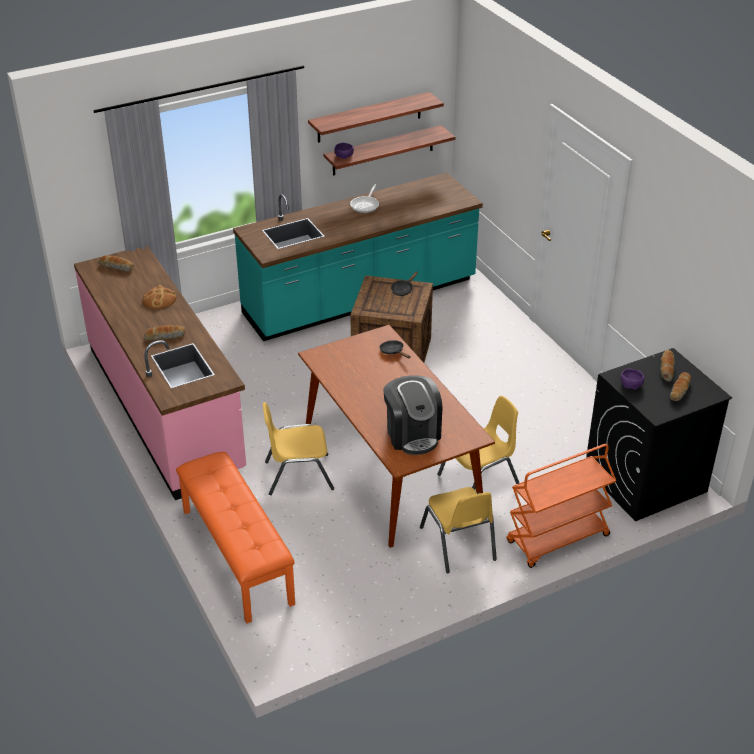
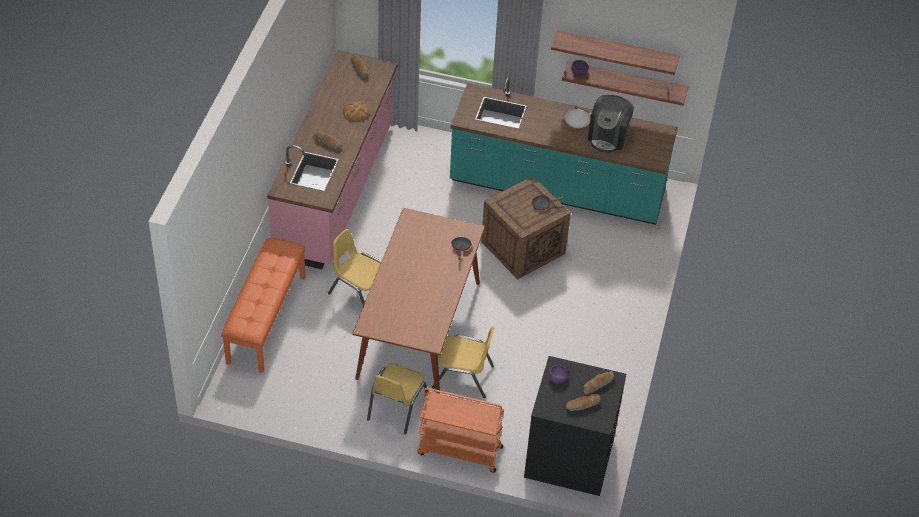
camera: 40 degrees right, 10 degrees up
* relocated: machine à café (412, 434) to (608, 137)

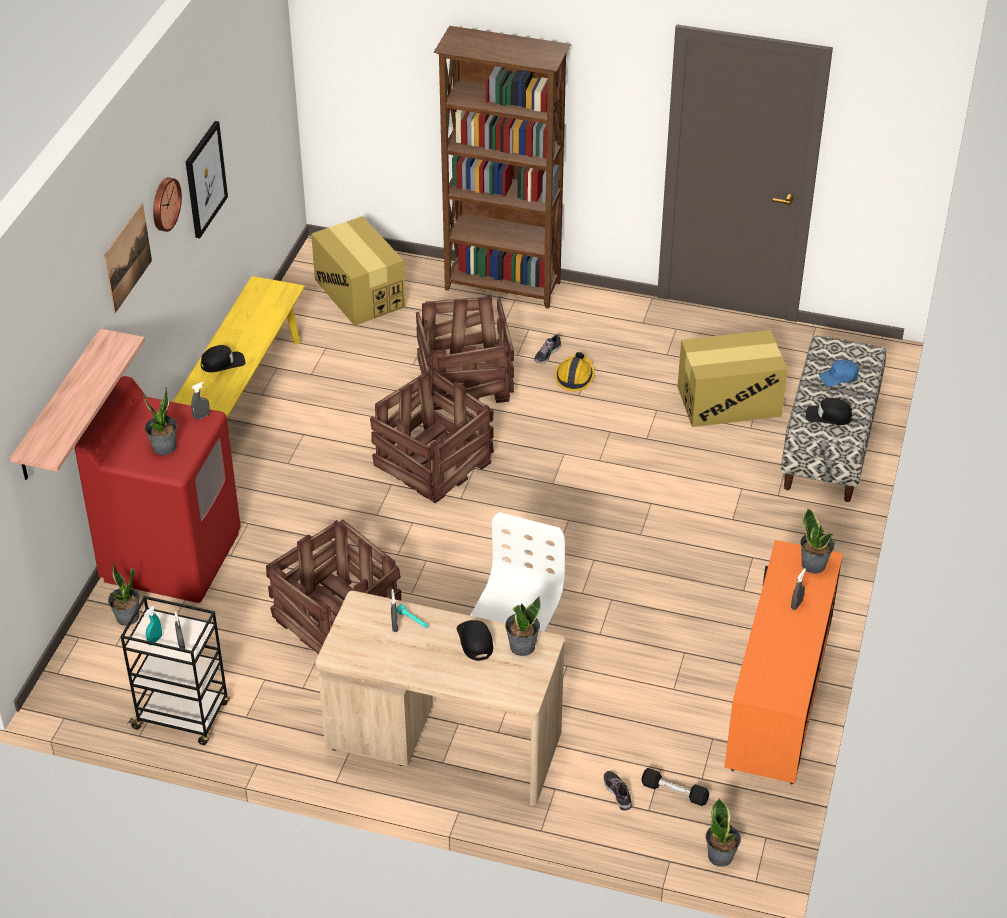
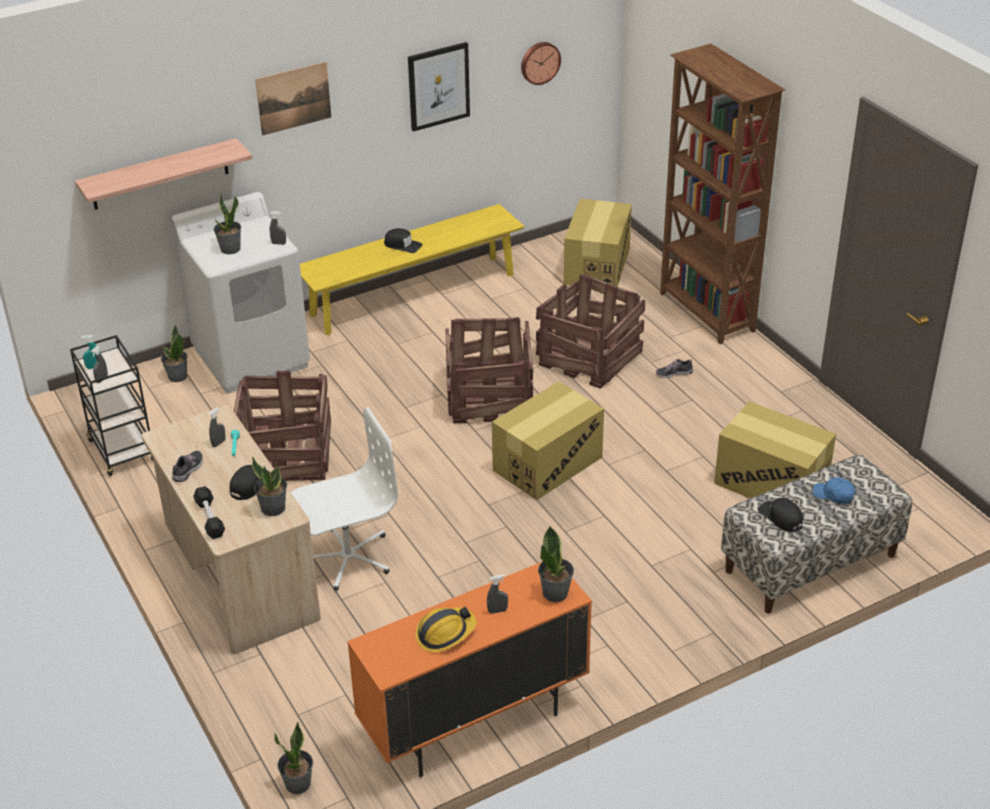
camera: 45 degrees right, 5 degrees down
* colour: lave-linge [rouge] (172, 556) to lave-linge [blanc] (252, 357)
* relocated: horloge murale (164, 204) to (539, 62)
* relocated: casque de chantier (574, 377) to (445, 633)
* relocated: chaussure (618, 793) to (188, 469)
* relocated: haltère [noir] (674, 792) to (210, 518)
* appeared: carton (548, 463)

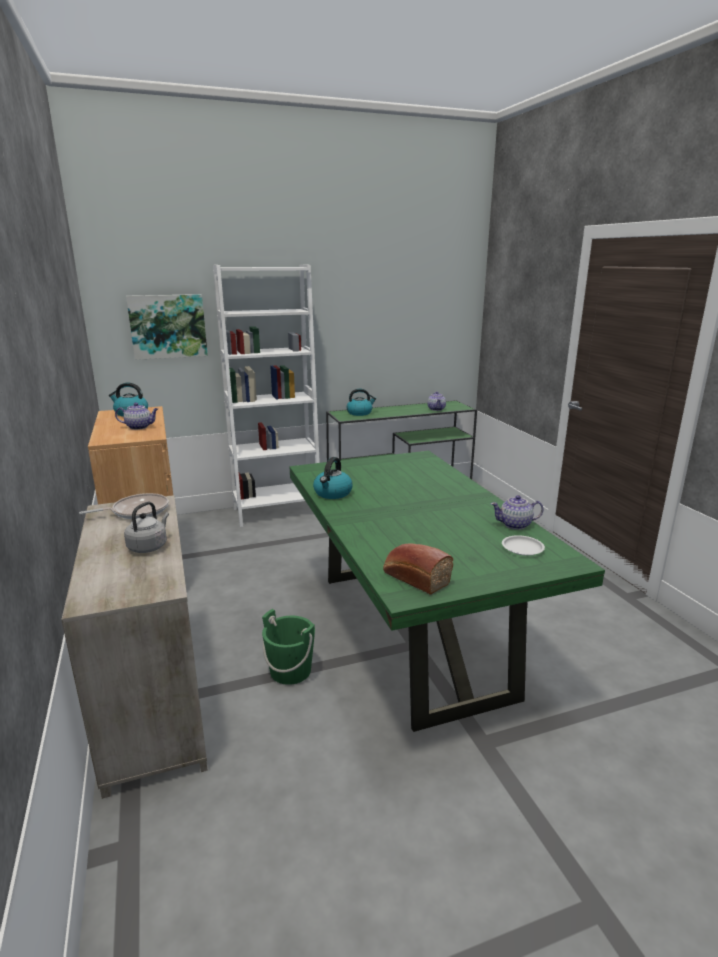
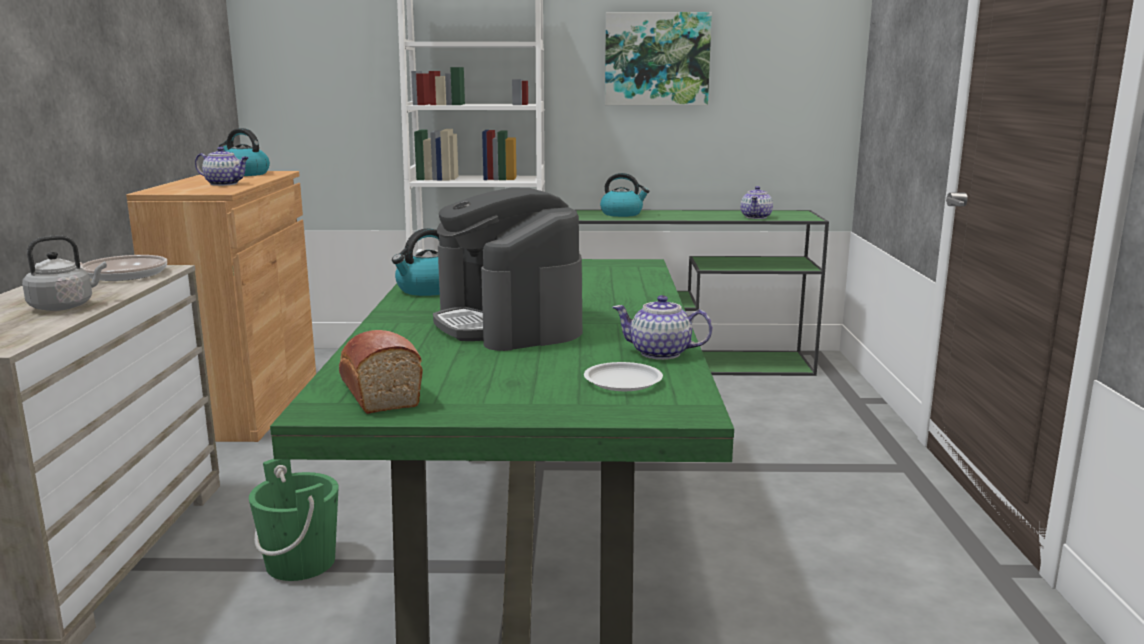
camera: 20 degrees right, 5 degrees down
* relocated: tableau (168, 326) to (656, 59)
* appeared: machine à café (508, 324)

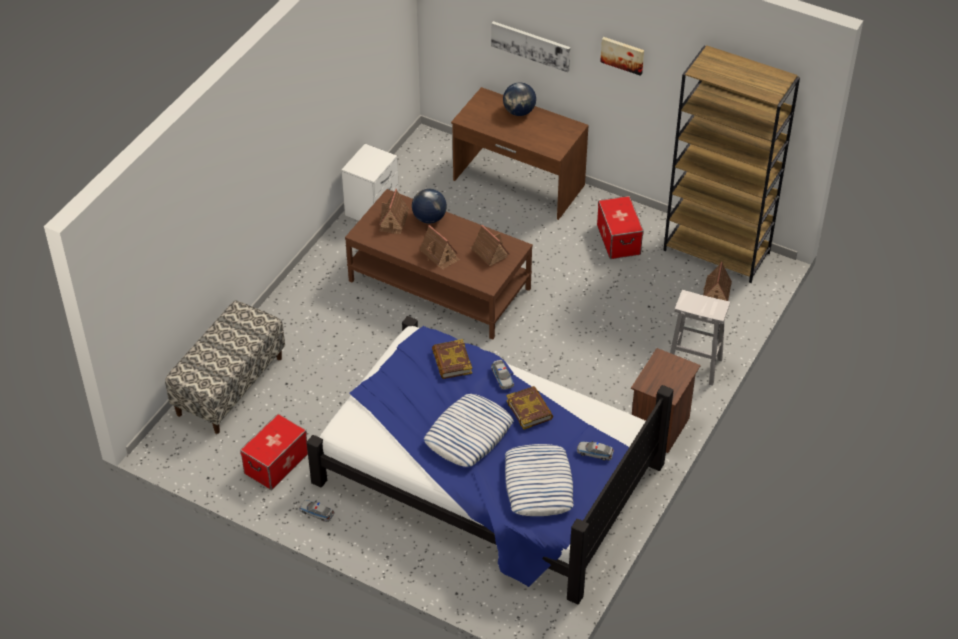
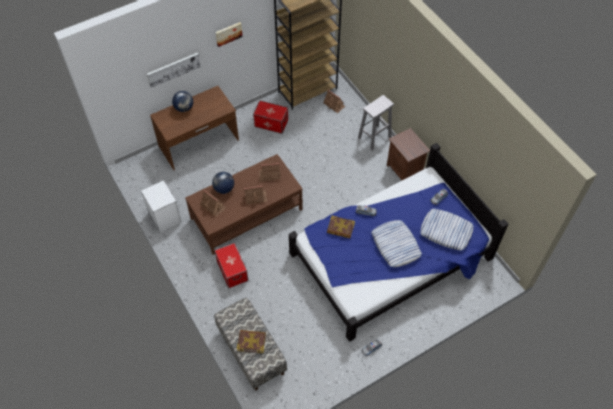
camera: 60 degrees left, 10 degrees up
* relocated: boîte de rangement (276, 463) to (232, 270)
* relocated: livre (529, 410) to (251, 342)

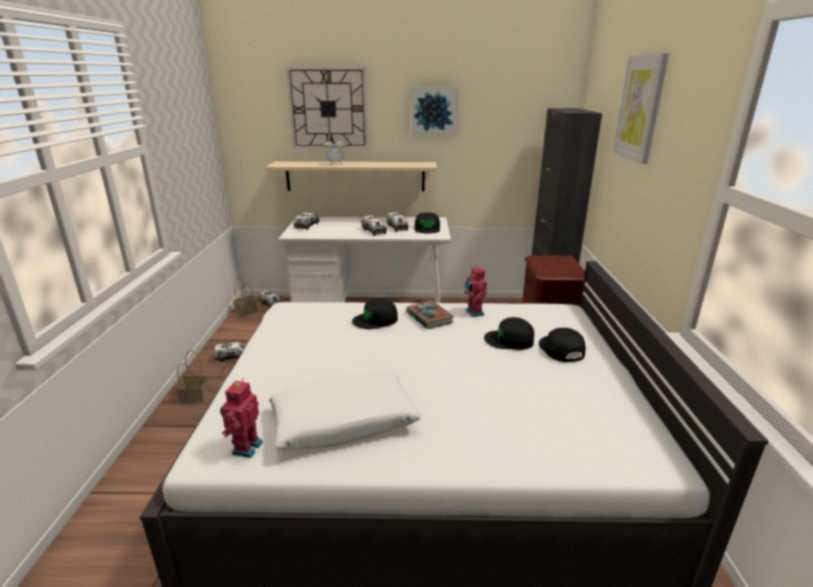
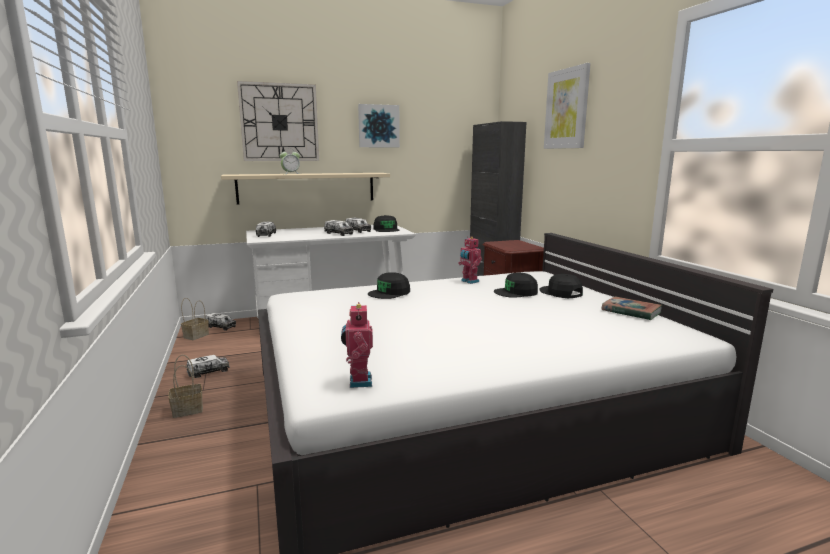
camera: 20 degrees left, 10 degrees down
* missing: coussin [blanc] (343, 422)
* relocated: livre (429, 317) to (631, 312)

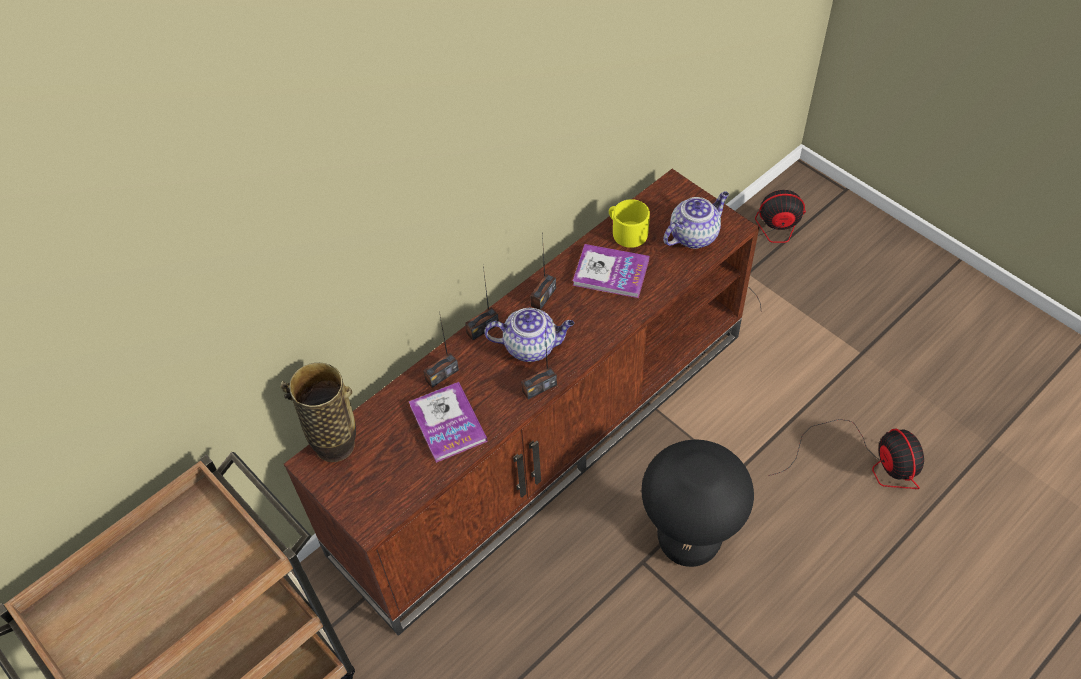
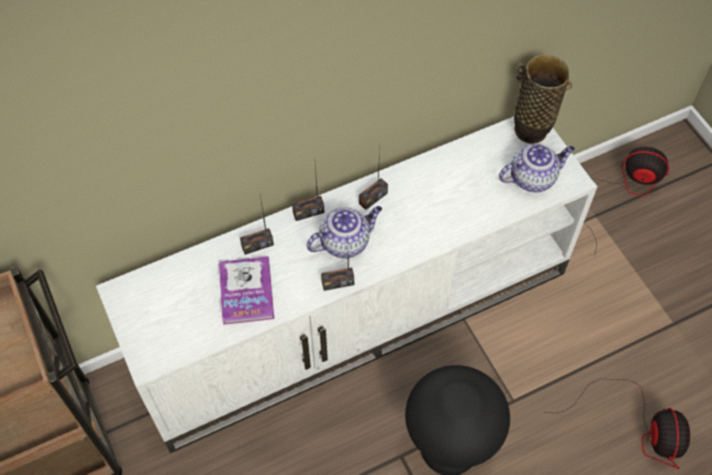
camera: 15 degrees right, 5 degrees up
* relocated: vase (335, 445) to (530, 131)
* colour: meuble télé [marron] (544, 436) to meuble télé [blanc] (355, 314)
* spun: théière (531, 346) = (345, 241) 45 degrees counterclockwise
* missing: livre (611, 272)
* missing: mug [jaune] (626, 231)

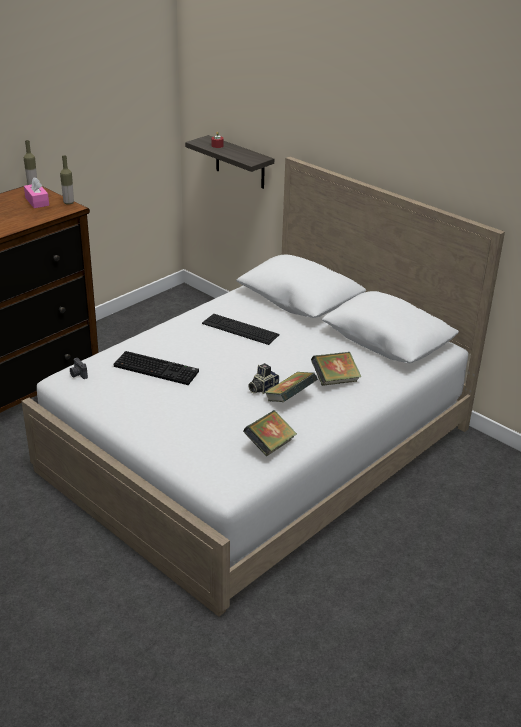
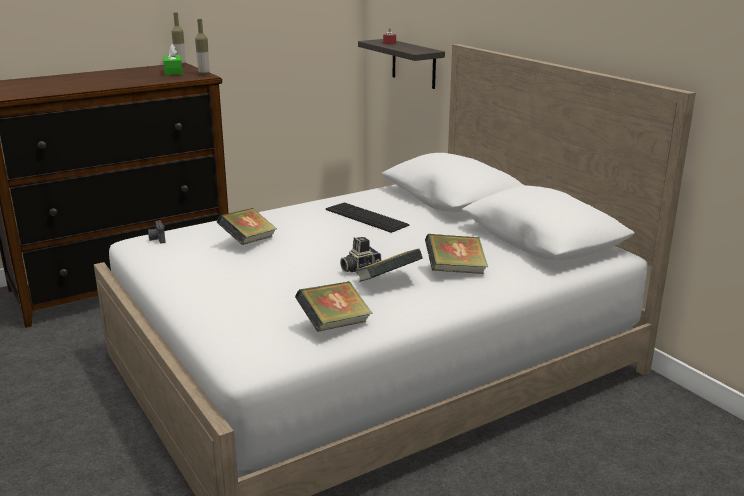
camera: 15 degrees right, 10 degrees down
* colour: boîte à mouchoirs [rose] (37, 201) to boîte à mouchoirs [vert] (173, 72)
* exchanged: clavier (157, 369) to livre (248, 242)

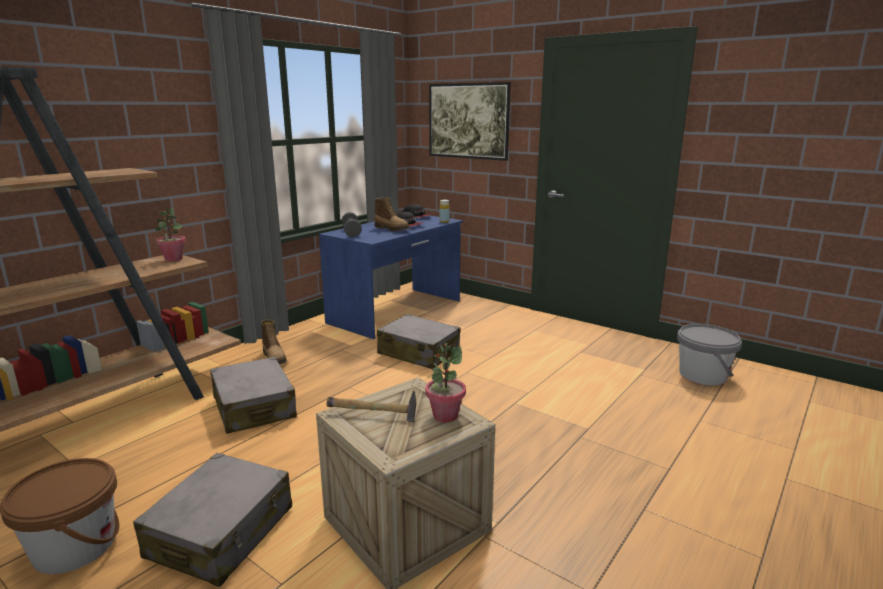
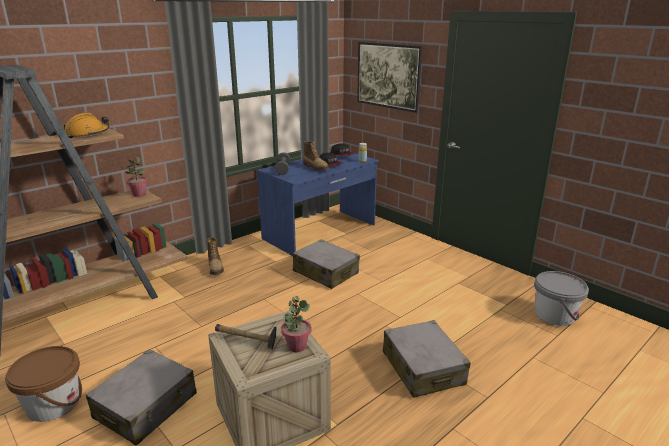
camera: 10 degrees right, 5 degrees up
* relocated: valise [gris] (254, 407) to (423, 368)
* appeared: casque de chantier [orange] (87, 134)

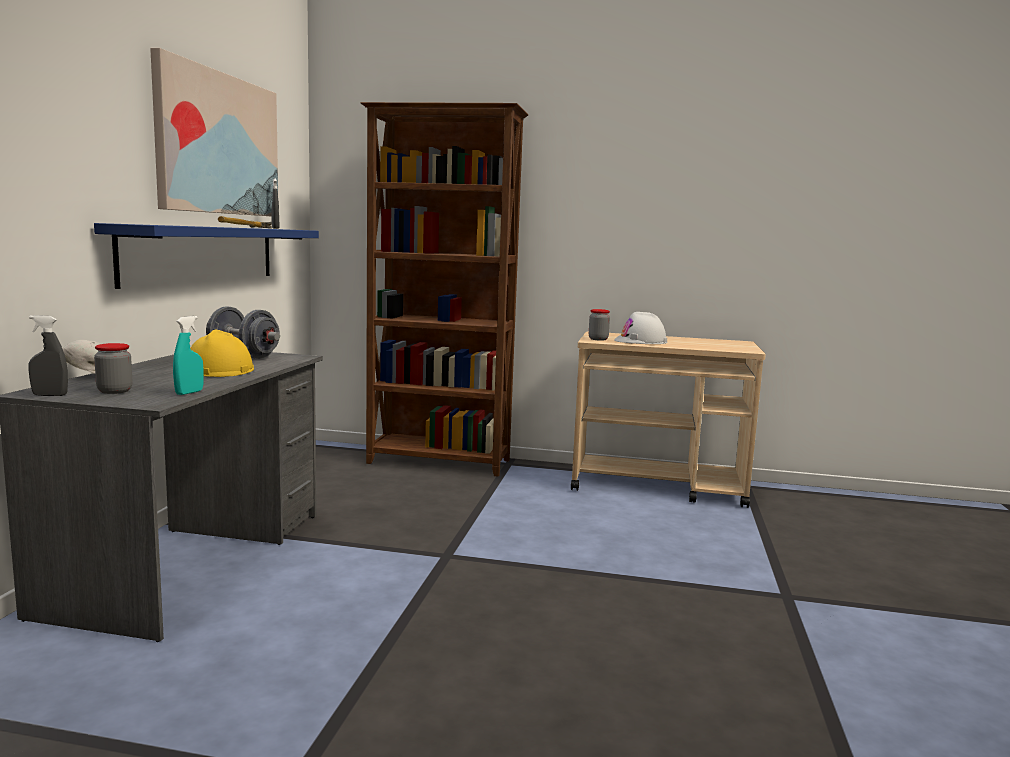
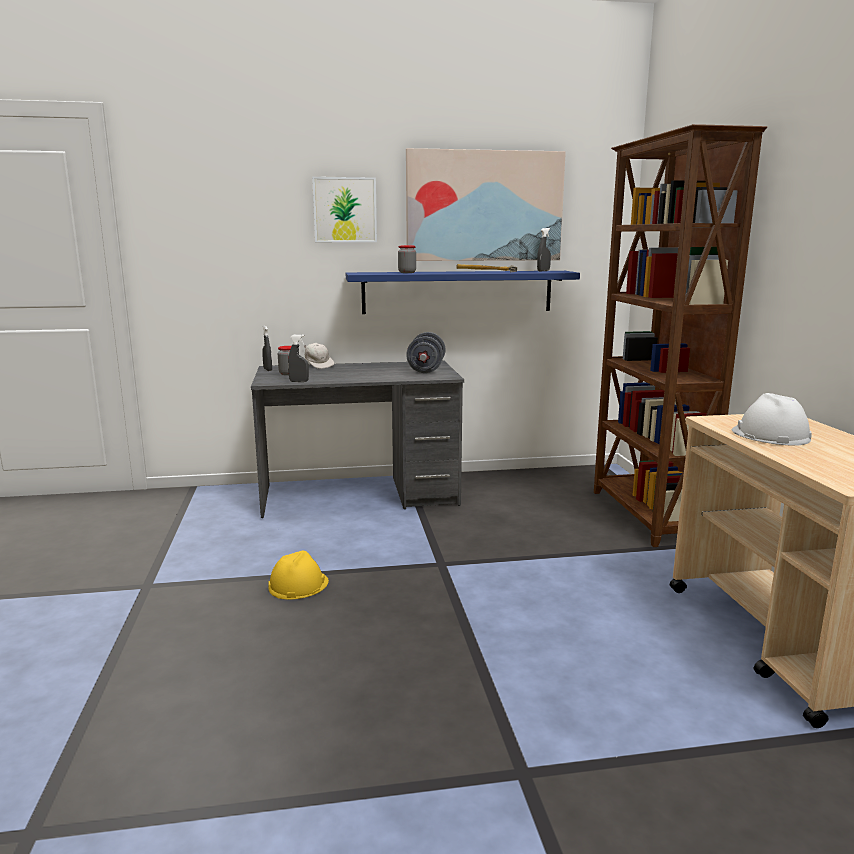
camera: 70 degrees right, 5 degrees up
* colour: vaporisateur [turquoise] (189, 392) to vaporisateur [gris] (299, 381)
* relocated: casque de chantier [jaune] (218, 370) to (298, 584)
* relocated: bocal (598, 339) to (407, 272)
* appeared: tableau (345, 210)

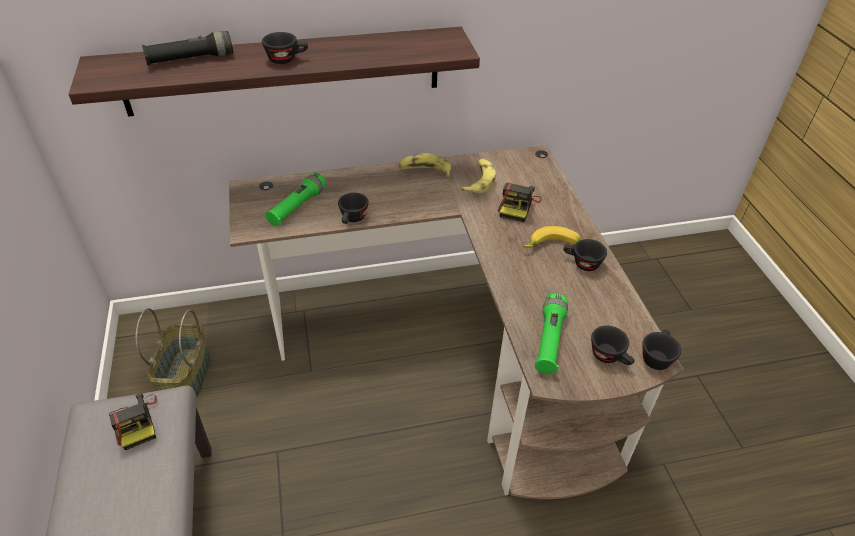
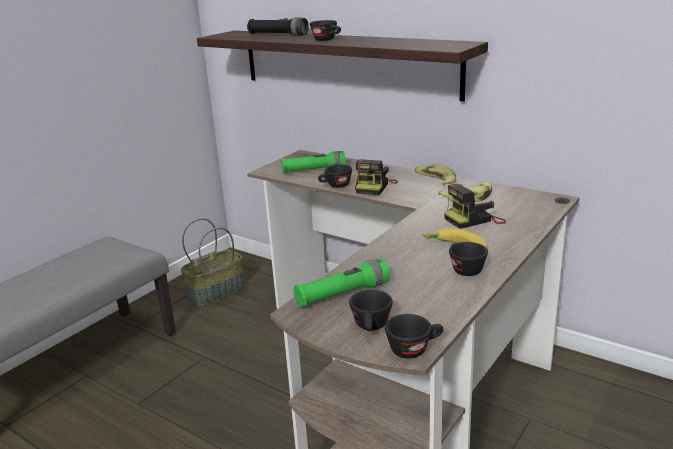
camera: 50 degrees right, 20 degrees down
* relocated: appareil photo (136, 422) to (375, 187)

